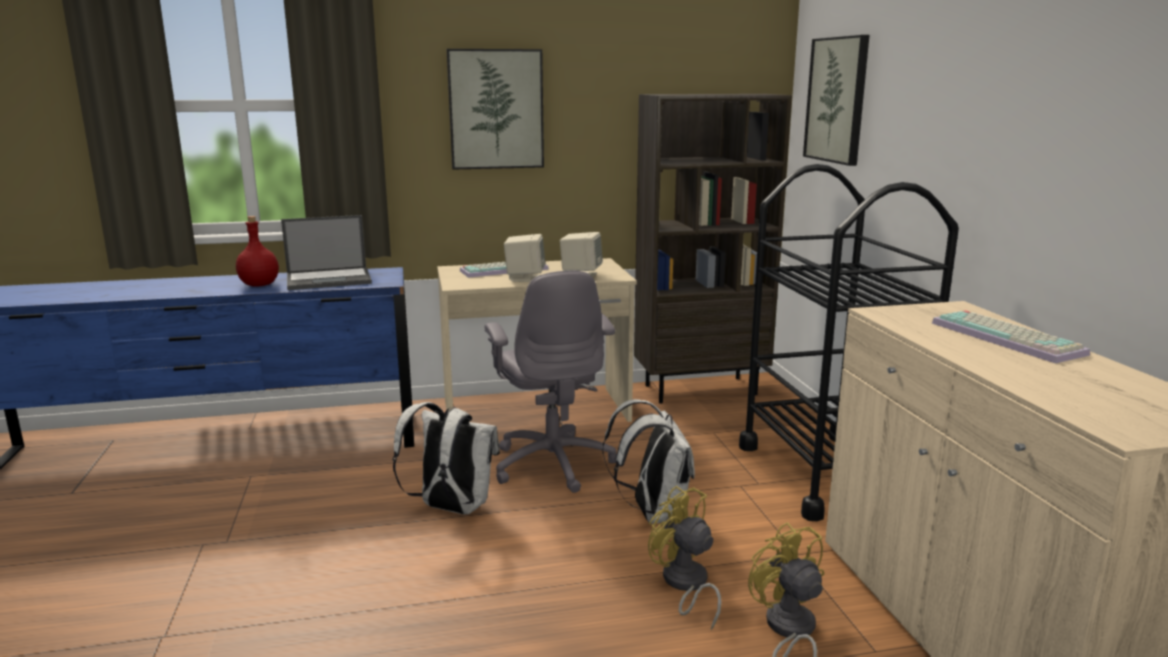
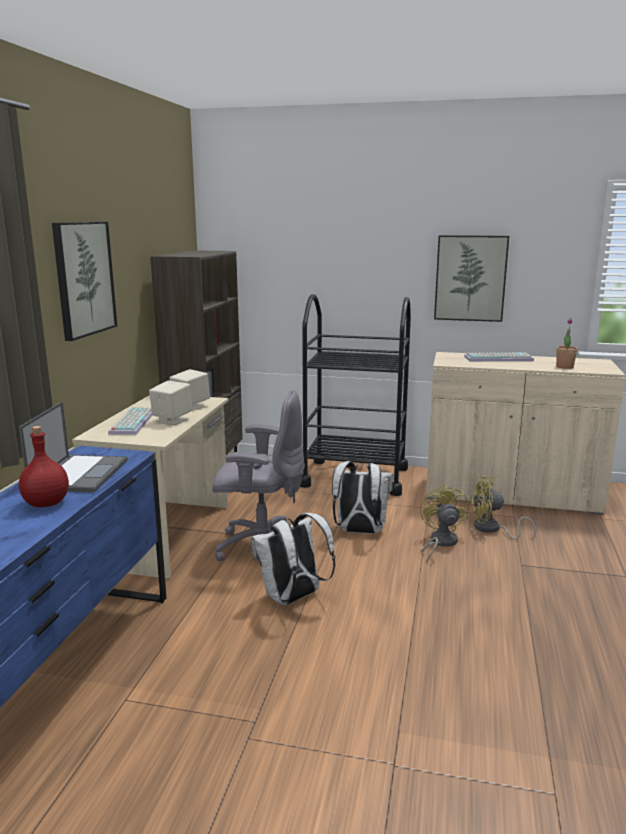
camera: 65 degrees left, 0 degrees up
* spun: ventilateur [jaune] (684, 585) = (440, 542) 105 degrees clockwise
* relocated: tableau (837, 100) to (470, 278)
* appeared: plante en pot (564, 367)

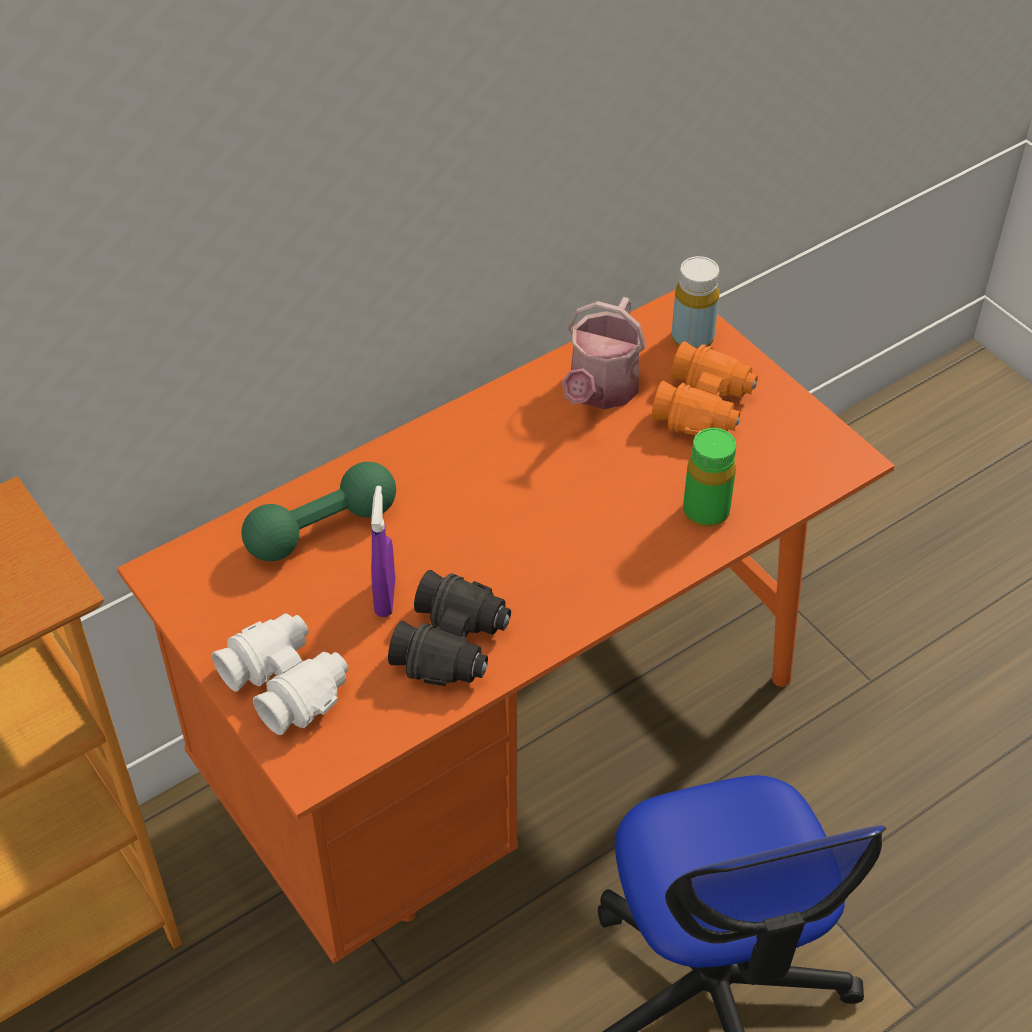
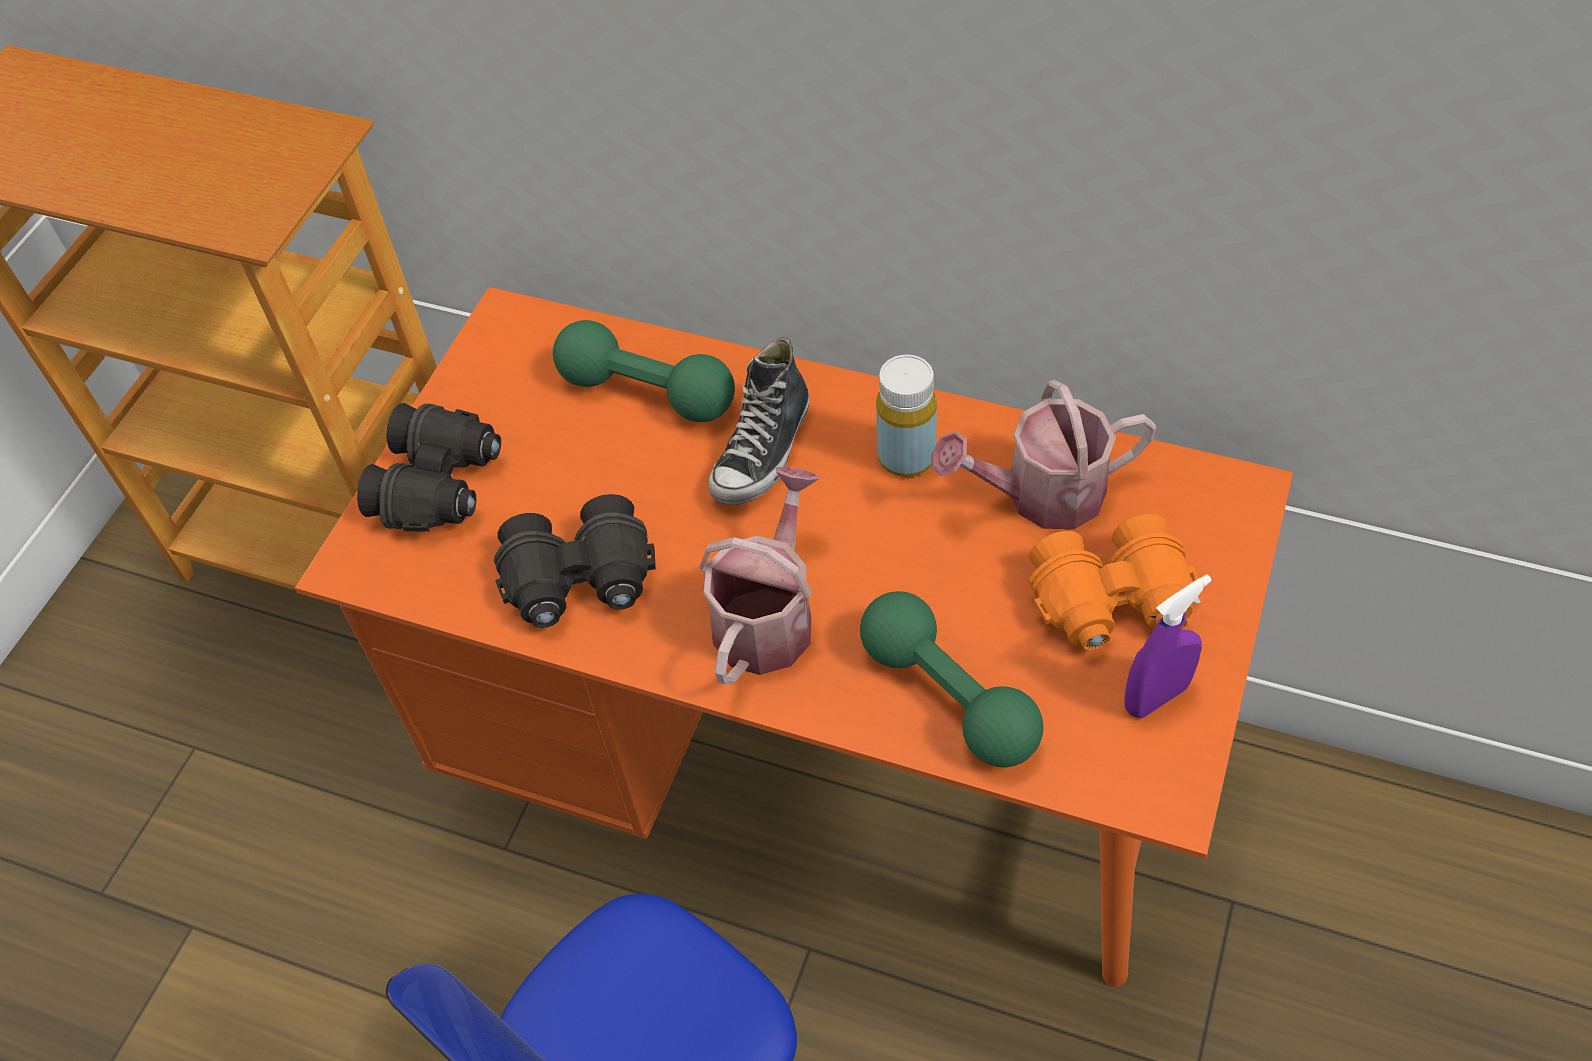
camera: 60 degrees right, 5 degrees up
* colour: jumelles [blanc] (286, 683) to jumelles [noir] (440, 484)
* relocated: vaporisateur [violet] (385, 597) to (1156, 697)
* relocated: bouteille [jaune] (692, 338) to (906, 457)
* exchanged: bouteille [vert] (706, 512) to haltère [vert] (948, 696)
* appeared: arrosoir (768, 616)
* appeared: chaussure (763, 451)

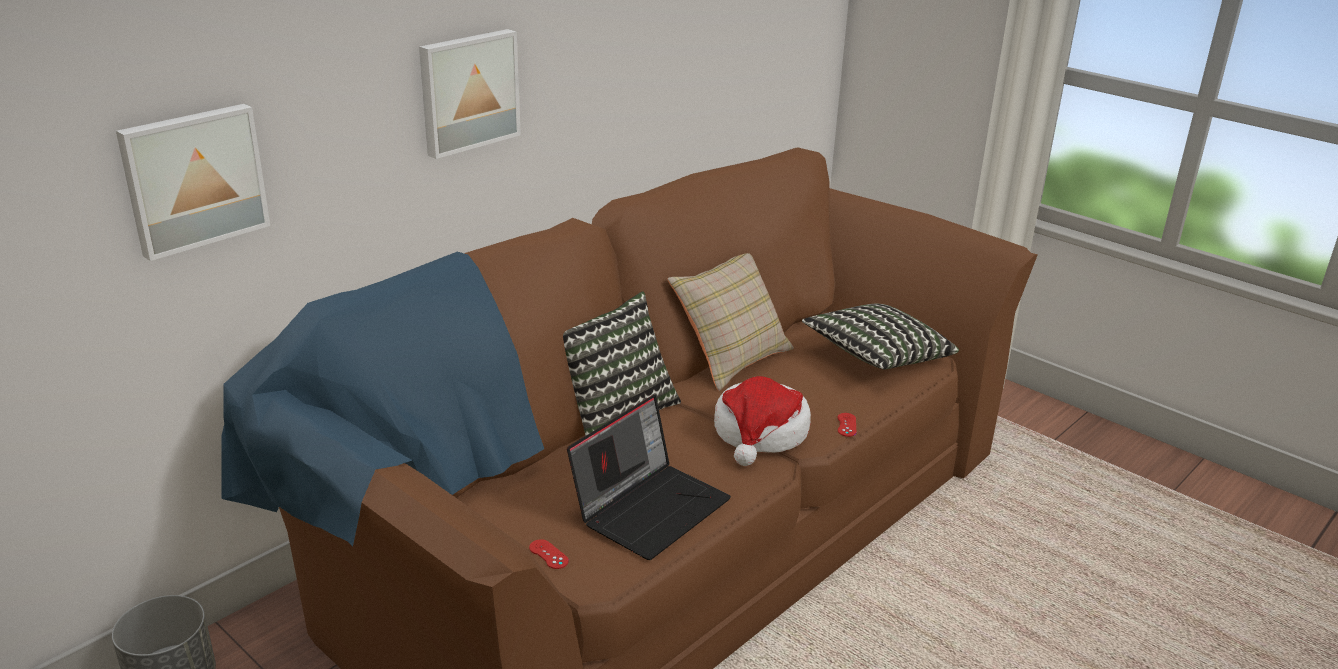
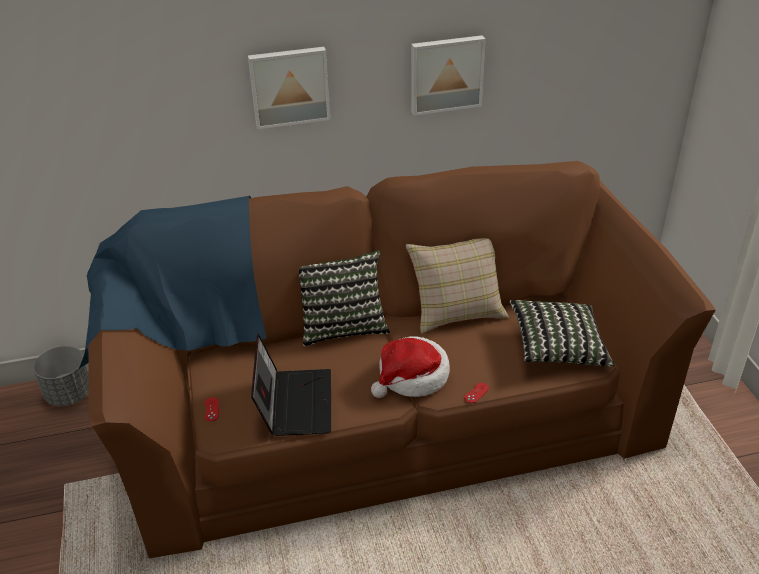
camera: 35 degrees right, 10 degrees up
* relocated: tableau (193, 179) to (446, 74)
* spun: ordinateur portable (650, 507) = (294, 402) 75 degrees counterclockwise

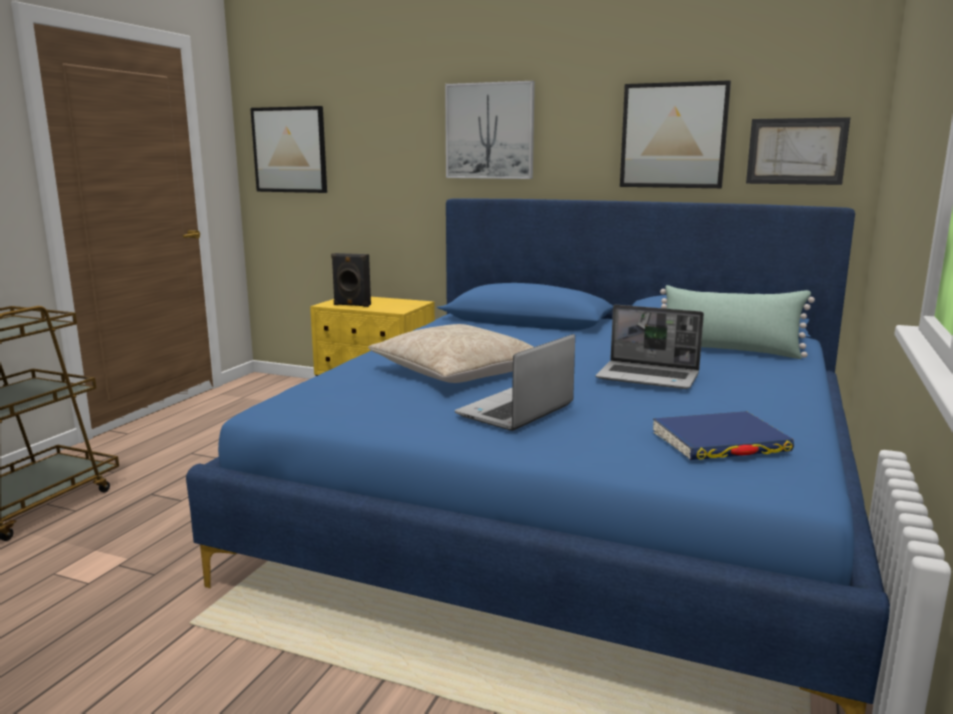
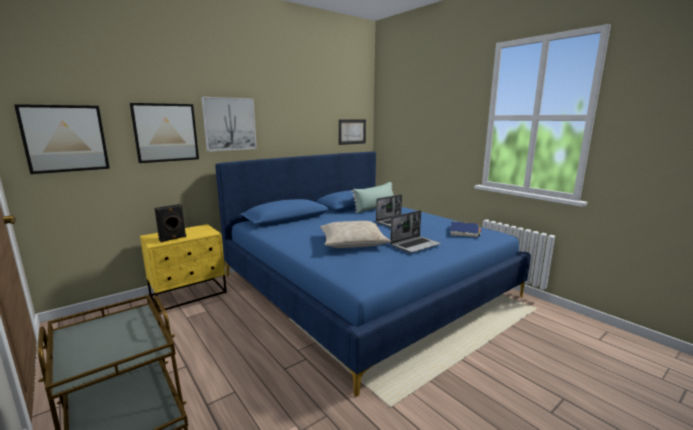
camera: 60 degrees left, 0 degrees up
* spun: ordinateur portable (515, 411) = (415, 245) 105 degrees counterclockwise
* relocated: tableau (673, 135) to (166, 132)

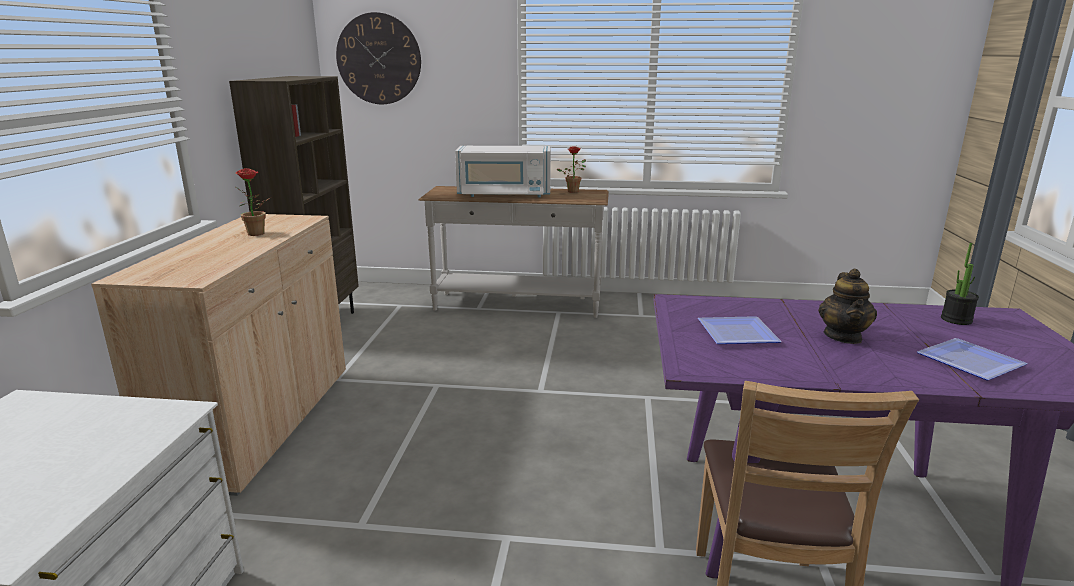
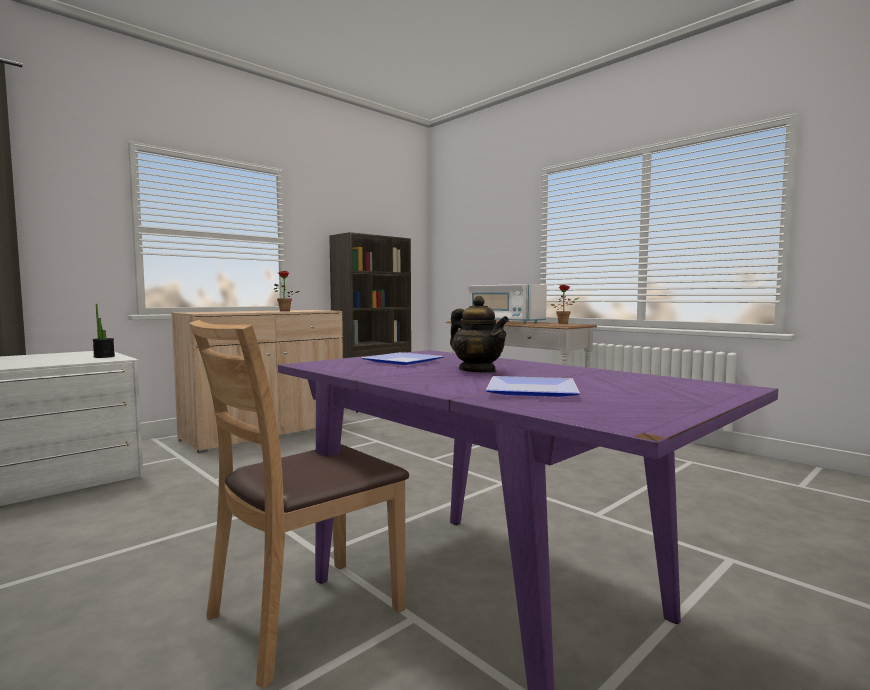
camera: 40 degrees right, 15 degrees down
* missing: horloge murale (379, 59)
* spun: théière (843, 336) = (478, 371) 90 degrees counterclockwise
* relocated: plante en pot (956, 319) to (104, 356)

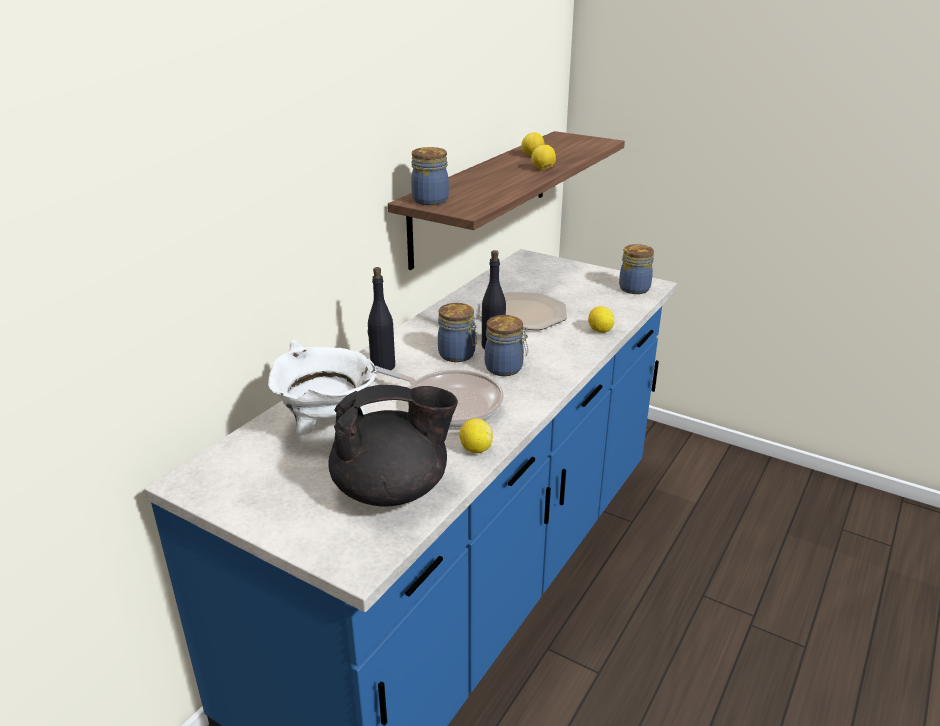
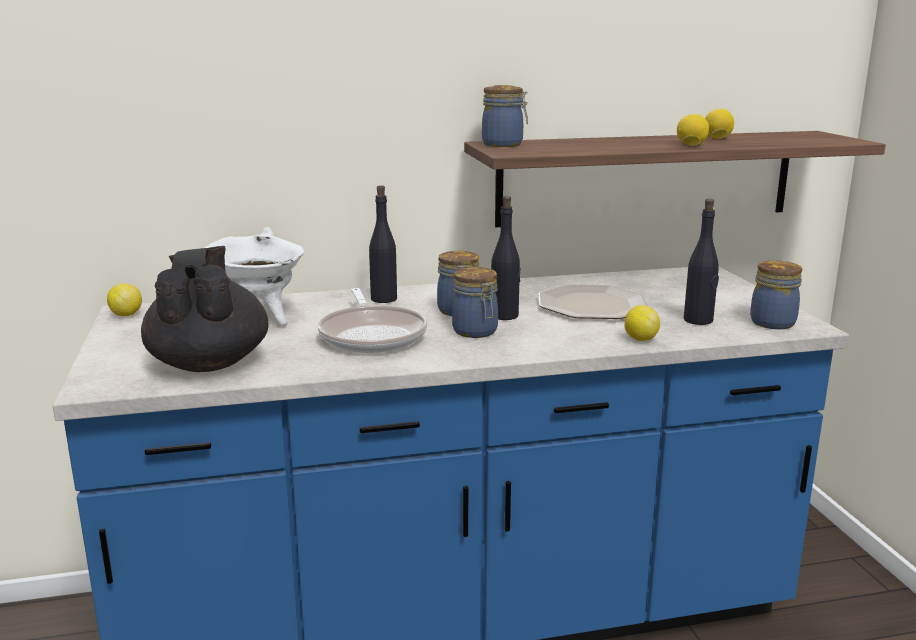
camera: 45 degrees right, 10 degrees down
* spun: théière [noir] (393, 490) = (209, 363) 135 degrees counterclockwise
* relocated: citron (476, 449) to (126, 315)
* appeared: bouteille [noir] (698, 320)

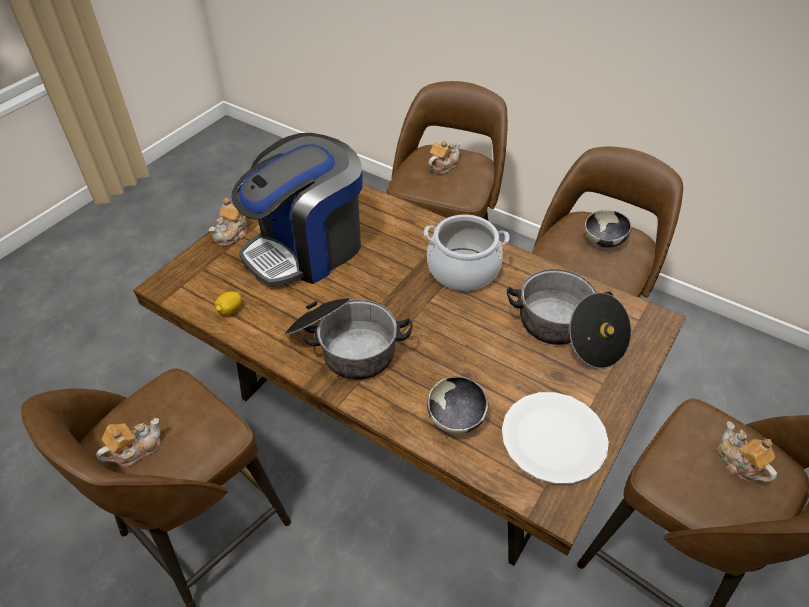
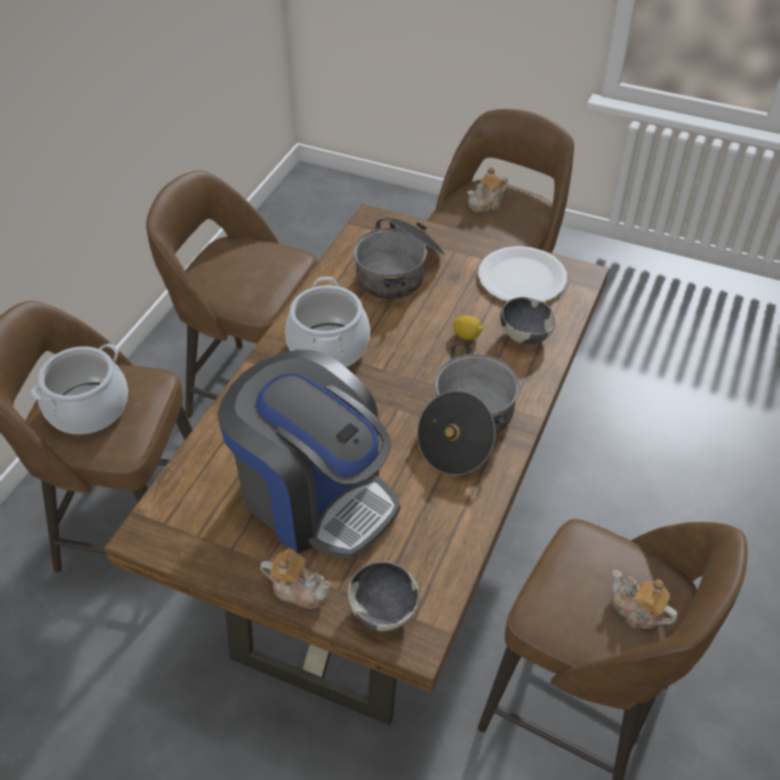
camera: 100 degrees left, 0 degrees up
* relocated: citron (230, 310) to (467, 336)
* exchanged: théière (443, 166) to marmite (89, 409)
* relocated: bol (603, 242) to (383, 610)

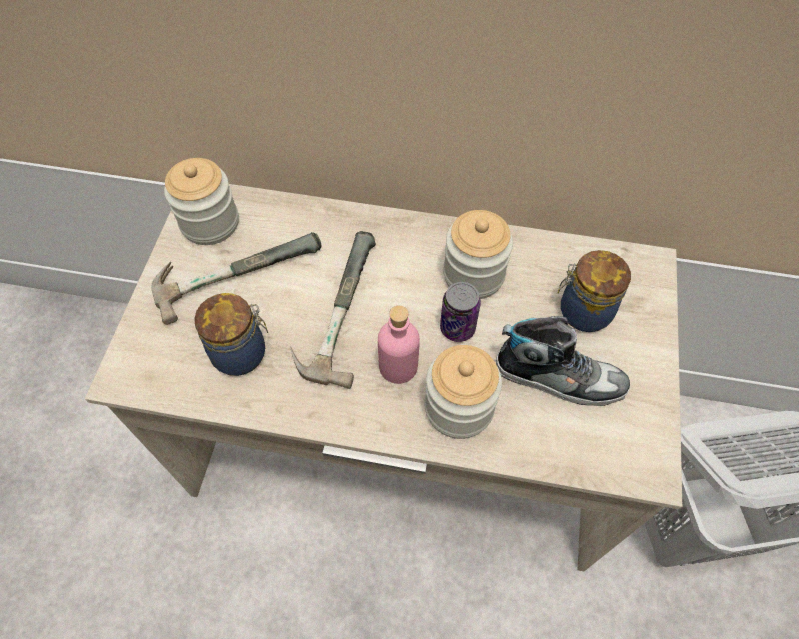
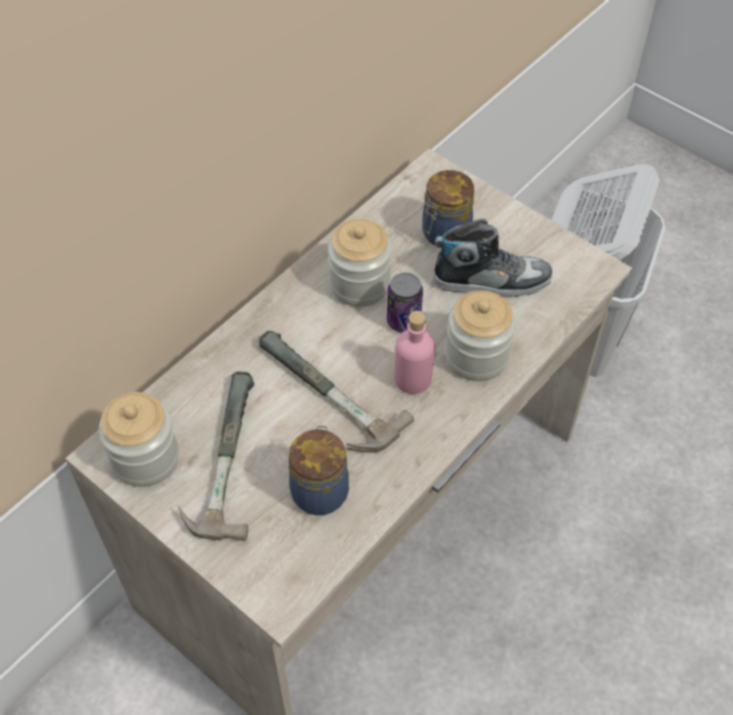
camera: 60 degrees left, 5 degrees down
* spun: chaussure (559, 377) = (491, 279) 45 degrees clockwise

